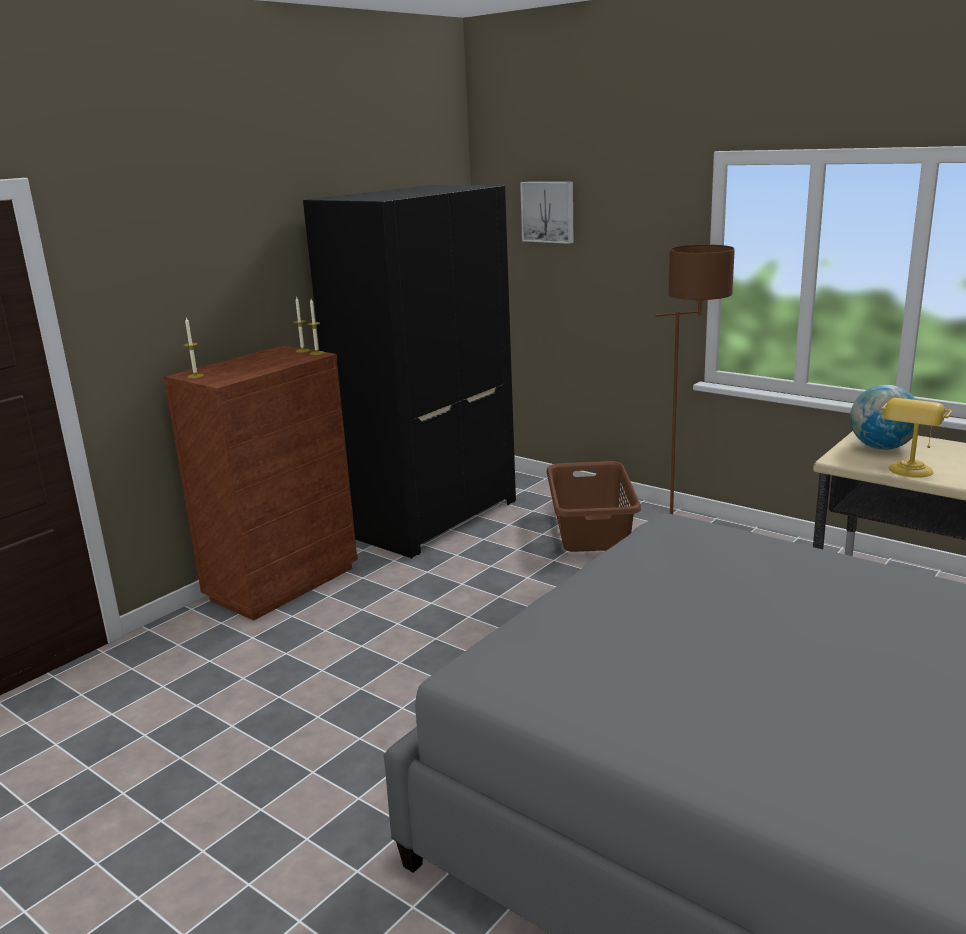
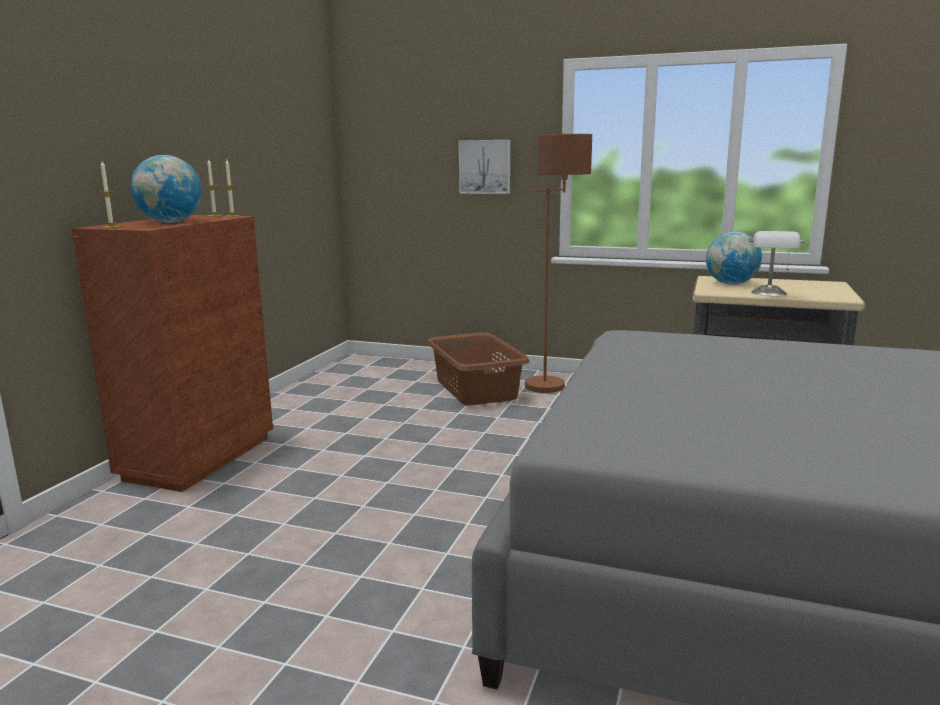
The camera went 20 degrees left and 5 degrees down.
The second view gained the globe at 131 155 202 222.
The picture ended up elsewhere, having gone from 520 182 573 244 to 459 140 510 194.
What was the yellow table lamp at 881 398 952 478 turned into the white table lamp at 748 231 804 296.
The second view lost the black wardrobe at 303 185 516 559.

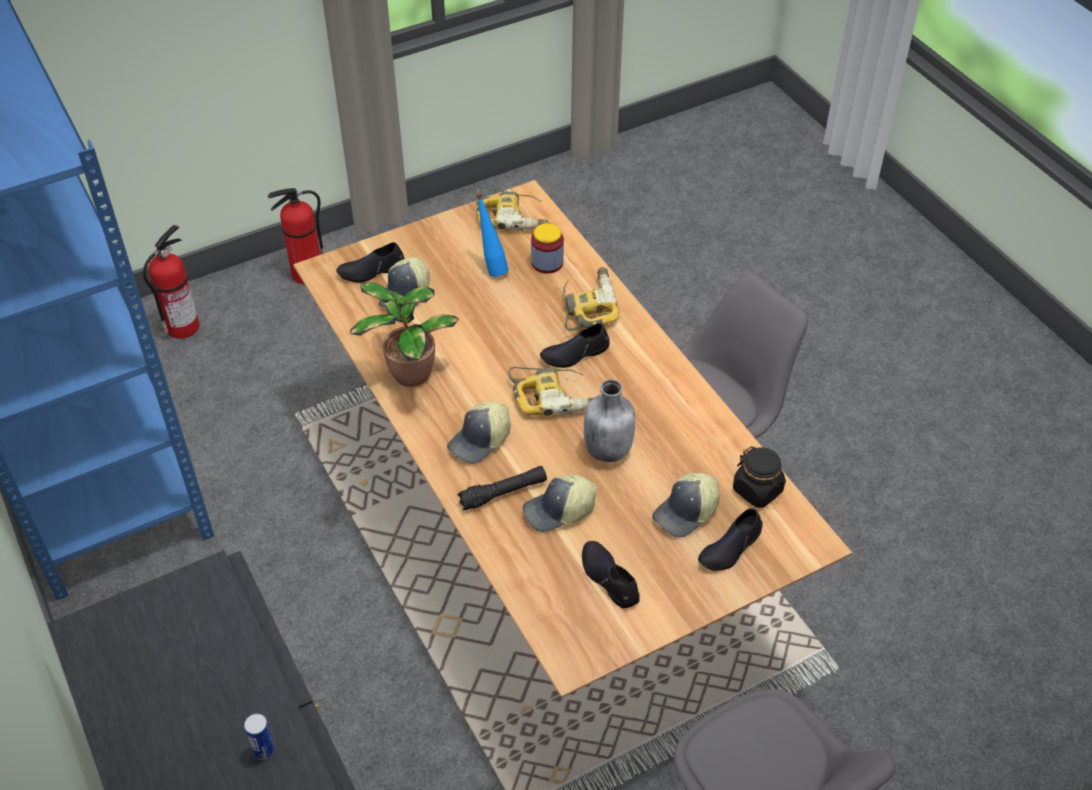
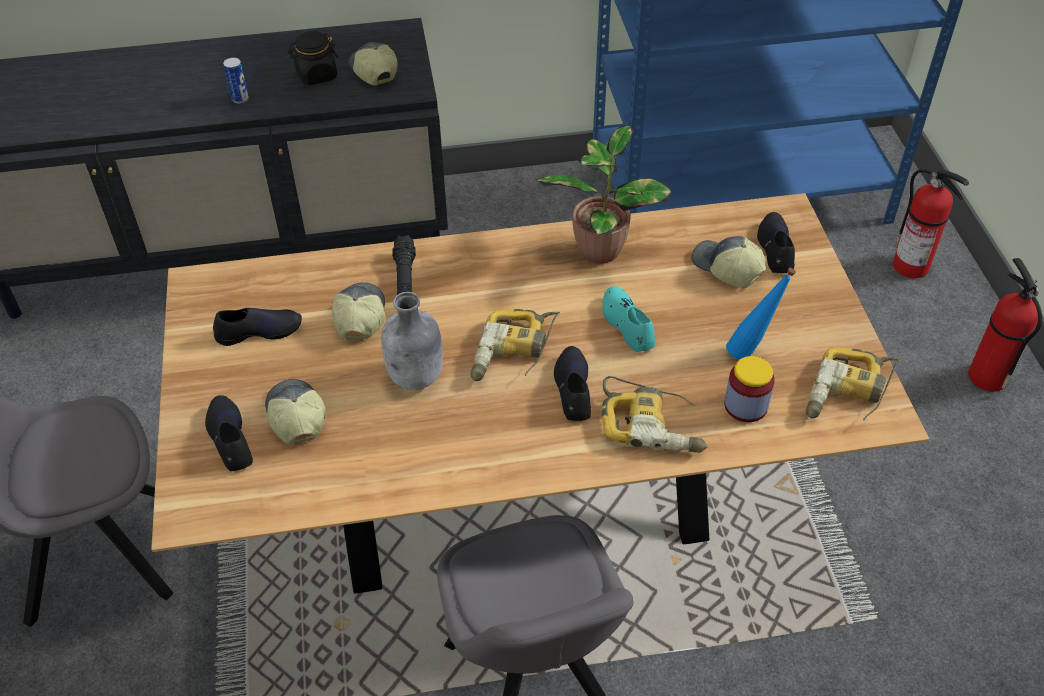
The camera went 110 degrees right and 0 degrees up.
The black jar ended up elsewhere, having gone from 733 446 786 508 to 288 31 338 85.
The cap ended up elsewhere, having gone from 447 402 511 464 to 349 42 398 85.
The second view gained the turquoise shoe at 602 286 656 352.

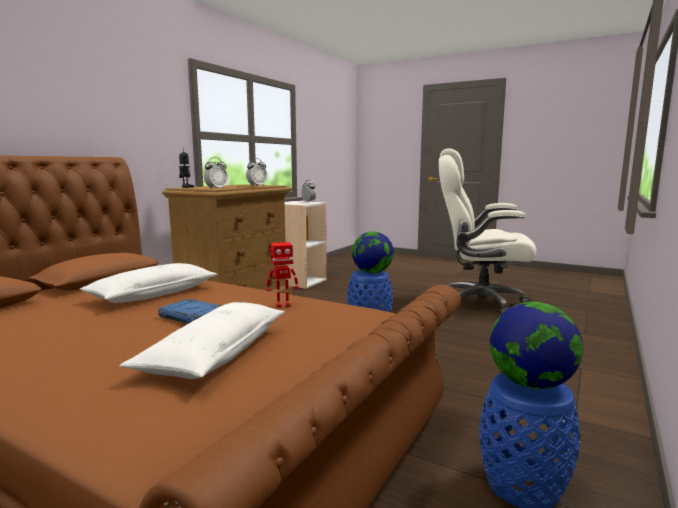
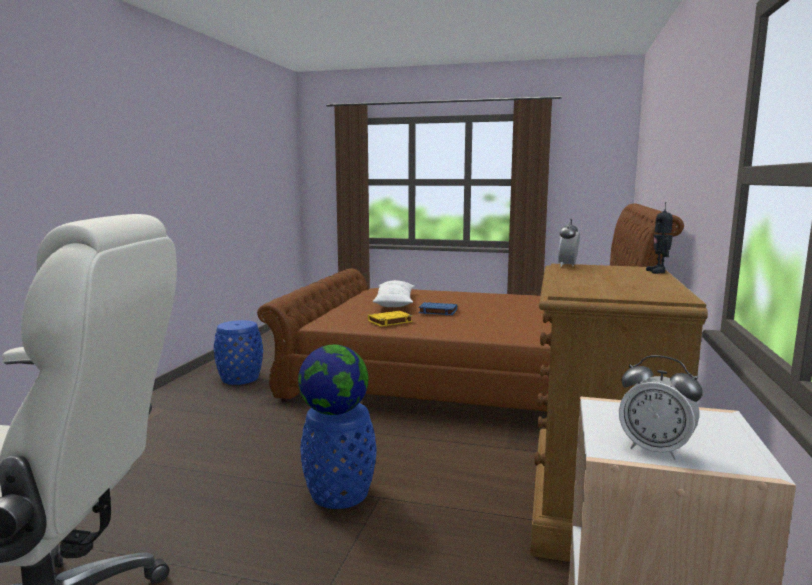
The camera went 165 degrees right and 0 degrees up.
Where the toy robot stood at 266 242 300 308, the yellow book came to stand at 368 311 413 327.
The second view lost the white pillow at 80 263 218 303.
The second view lost the alarm clock at 246 158 267 187.
The second view lost the globe at 490 302 583 389.

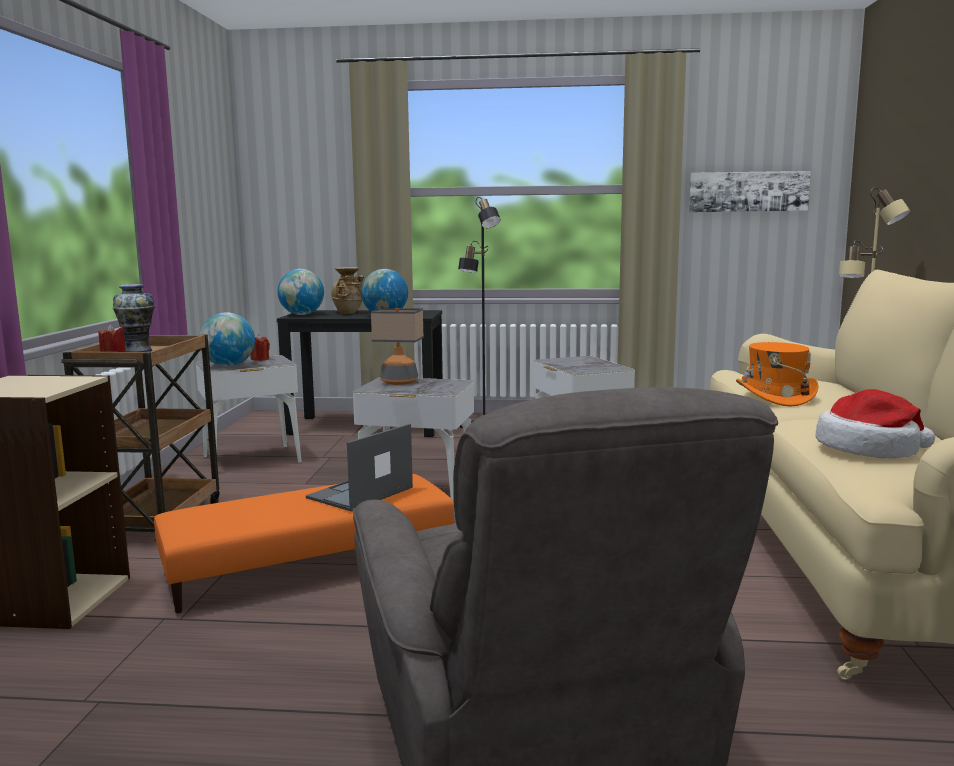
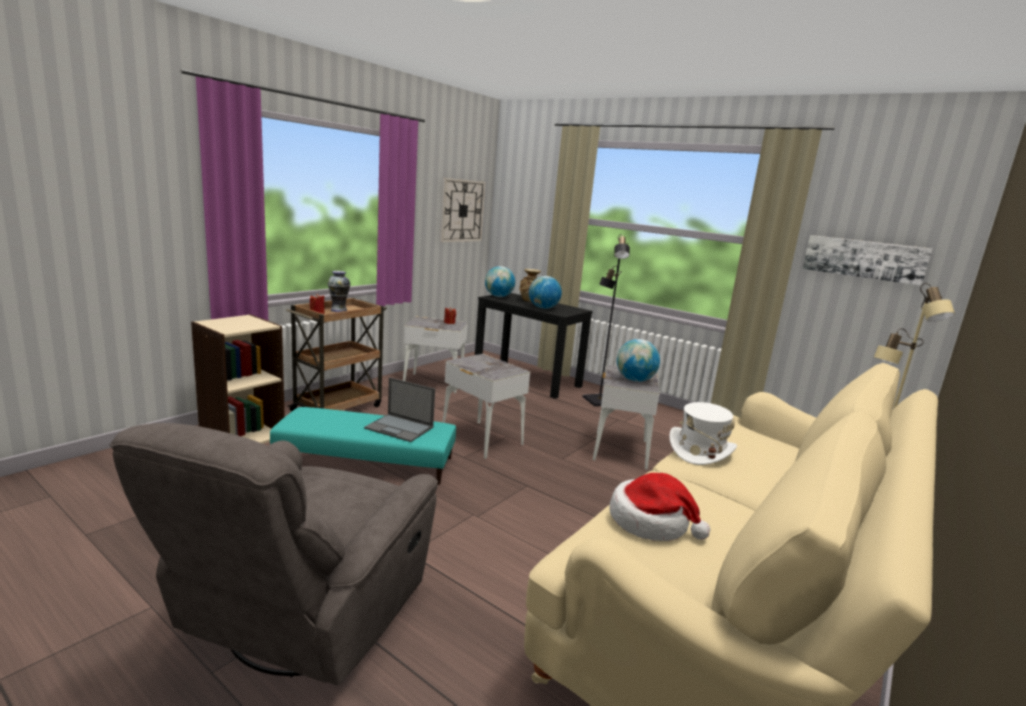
The camera went 30 degrees right and 5 degrees up.
What was the orange ottoman at 154 474 454 613 turned into the turquoise ottoman at 270 407 456 485.
The laptop at 306 424 413 512 ended up facing another way, 135 degrees counterclockwise from before.
The second view gained the wall clock at 440 178 486 242.
The globe ended up elsewhere, having gone from 199 312 255 367 to 617 339 660 382.
What was the orange hat at 736 342 819 406 turned into the white hat at 669 402 737 465.
The second view lost the table lamp at 371 308 424 385.

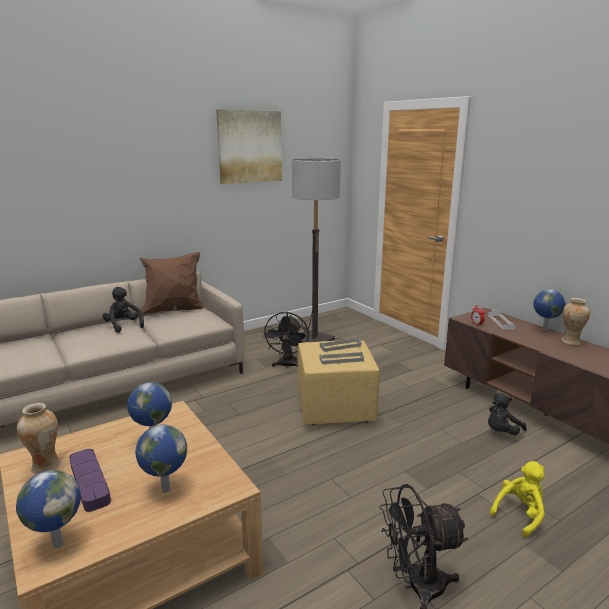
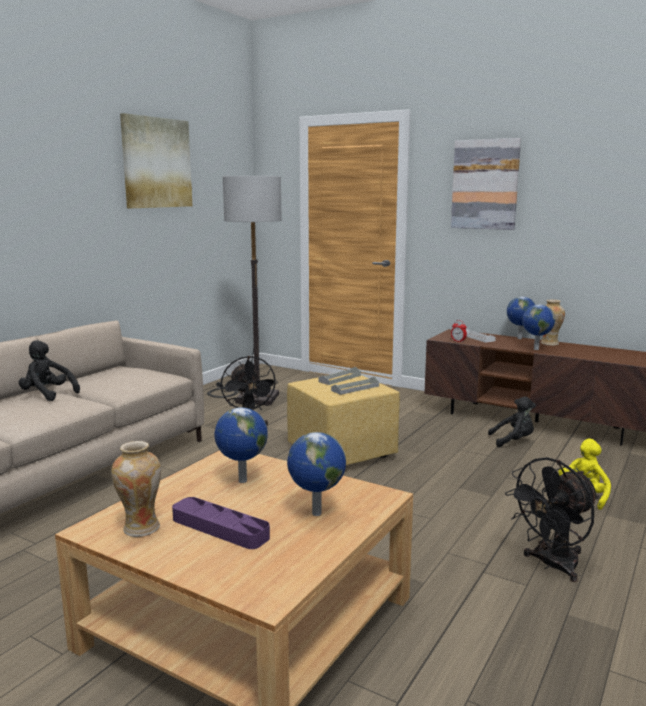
The camera went 25 degrees left and 5 degrees down.
The second view gained the picture at 451 138 521 230.
The black plush toy at 488 393 527 435 ended up facing another way, 120 degrees counterclockwise from before.
The globe ended up elsewhere, having gone from 16 470 81 548 to 522 304 555 350.
The second view lost the brown pillow at 140 252 203 315.

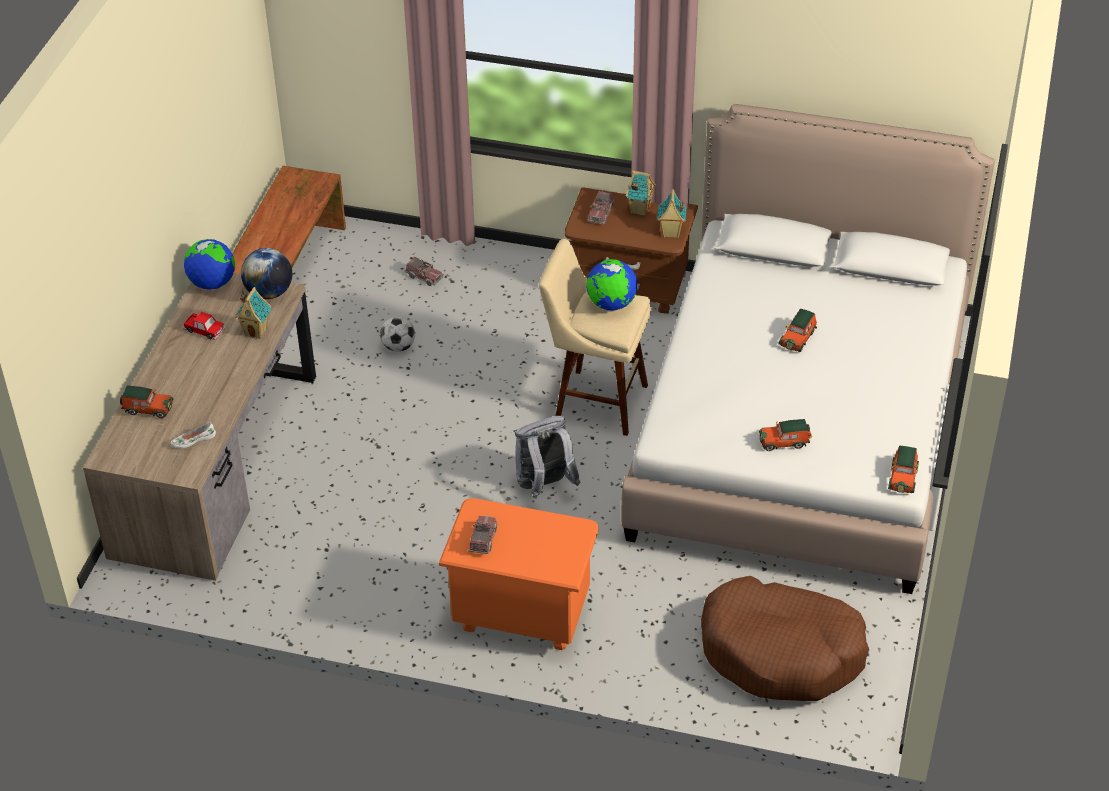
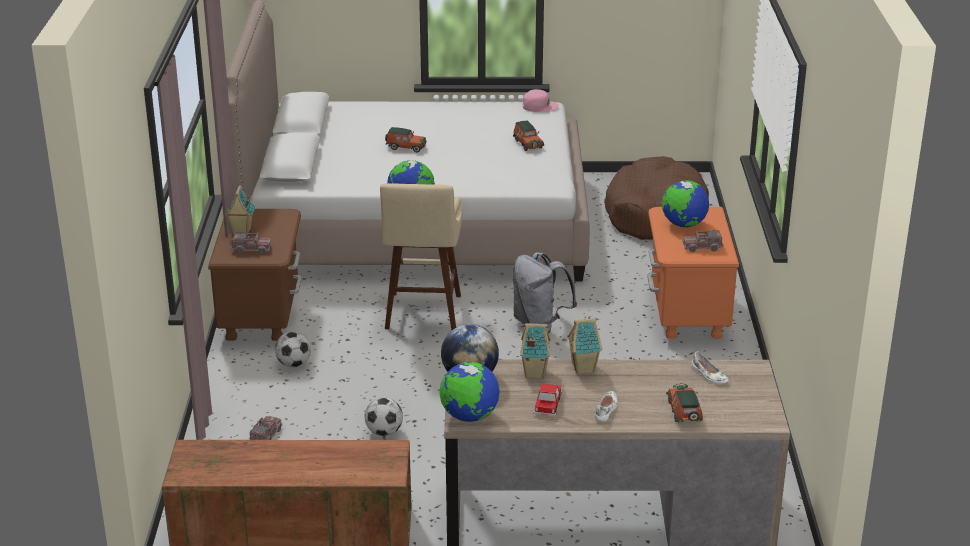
The camera went 105 degrees left and 15 degrees down.
The second view gained the football at 275 331 311 367.
Where the toy car stood at 888 446 919 493, the pink cap came to stand at 523 89 559 112.
The toy house ended up elsewhere, having gone from 657 189 686 238 to 567 317 602 374.
The second view gained the white shoe at 595 391 617 422.
The second view gained the globe at 662 180 709 227.

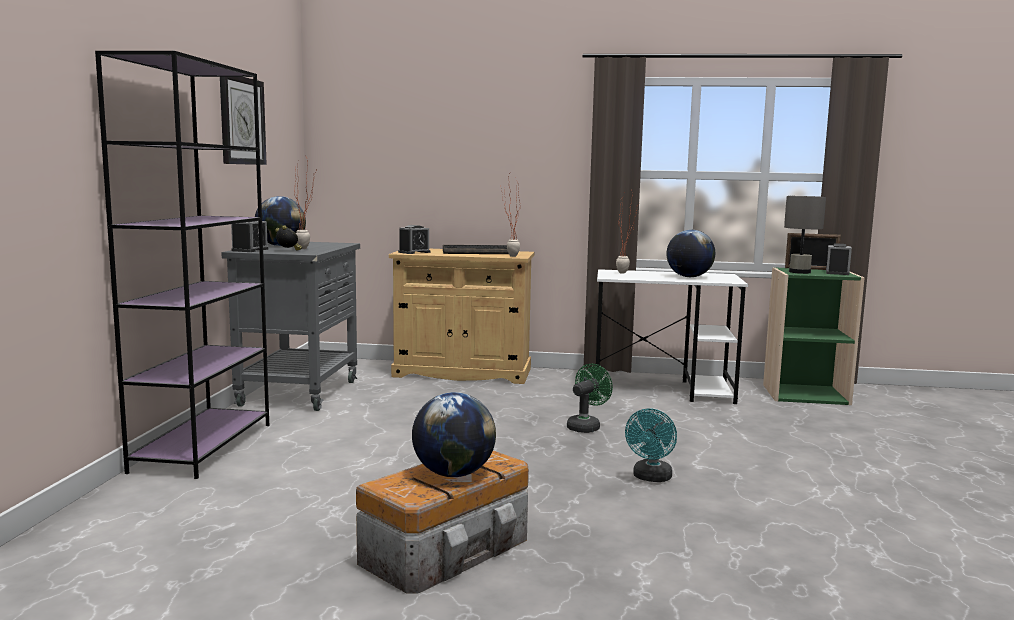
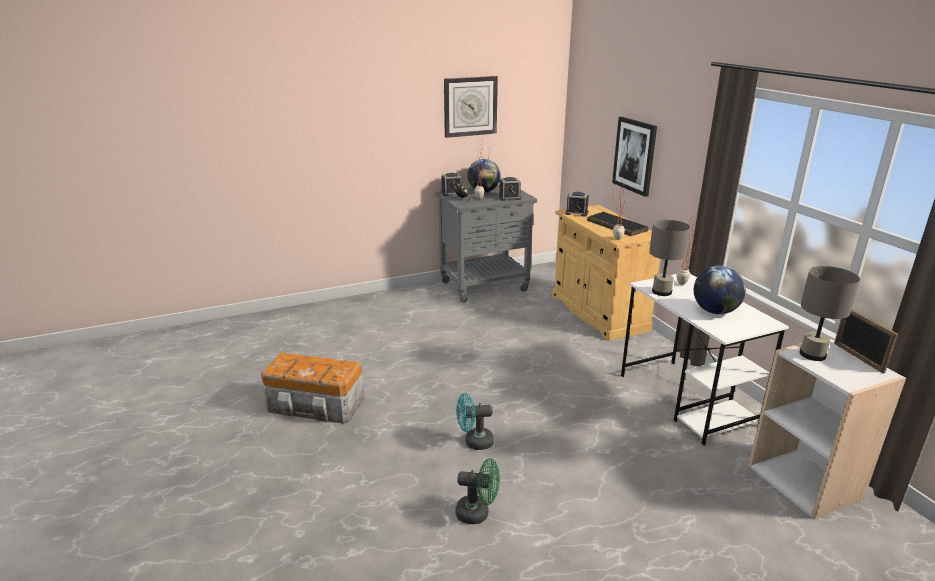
The camera went 60 degrees right and 15 degrees up.
The green fan ended up elsewhere, having gone from 567 364 613 433 to 456 458 500 524.
The alarm clock ended up elsewhere, having gone from 826 243 852 275 to 498 177 521 201.
The second view gained the picture at 612 117 657 197.
The second view gained the grey table lamp at 649 220 690 296.
What was the green bookcase at 763 267 865 405 turned into the white bookcase at 748 338 906 519.
The second view lost the purple bookcase at 95 51 269 479.
The second view lost the globe at 412 392 496 477.

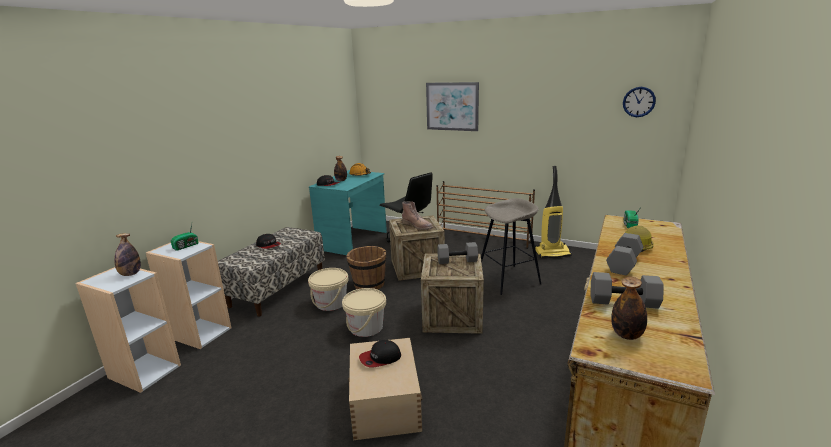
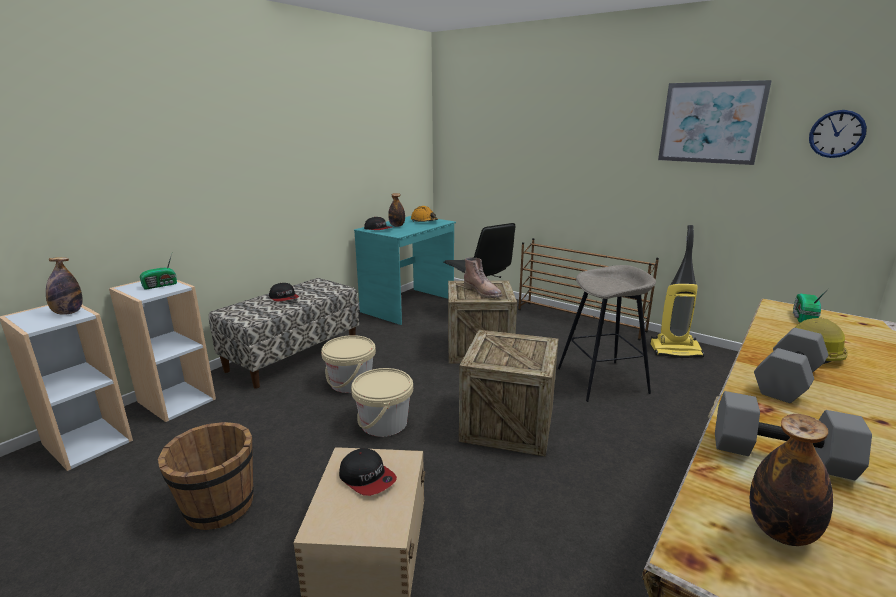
The camera went 10 degrees right and 0 degrees up.
The brown bucket ended up elsewhere, having gone from 346 246 386 290 to 158 422 254 530.
The cap at 359 340 401 368 ended up facing another way, 120 degrees counterclockwise from before.
The picture ended up elsewhere, having gone from 426 82 479 131 to 658 80 772 165.
The second view lost the grey dumbbell at 437 242 478 264.

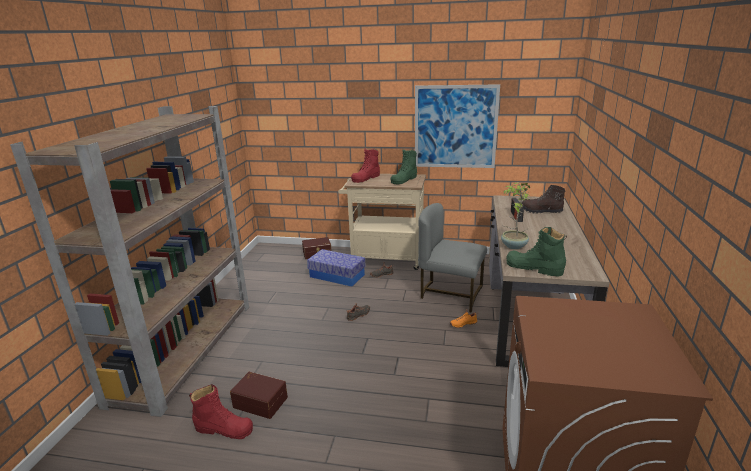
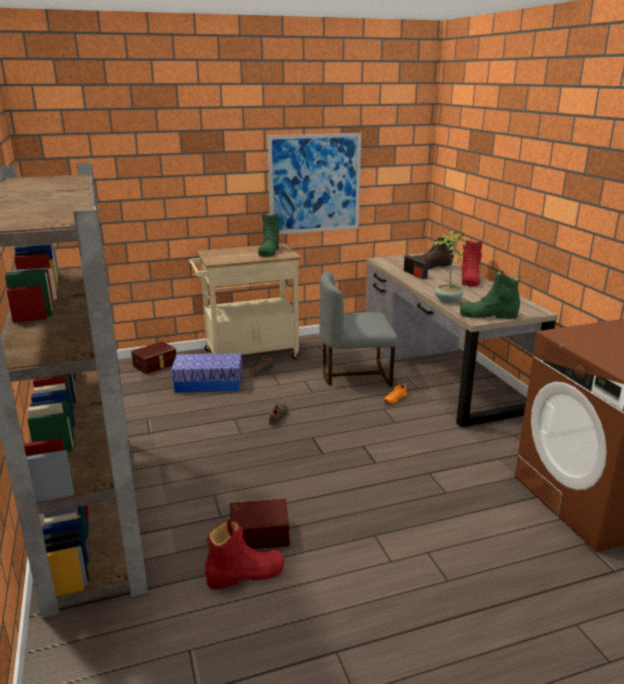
The camera went 30 degrees left and 0 degrees up.
The red boot ended up elsewhere, having gone from 351 148 380 183 to 461 240 482 286.

